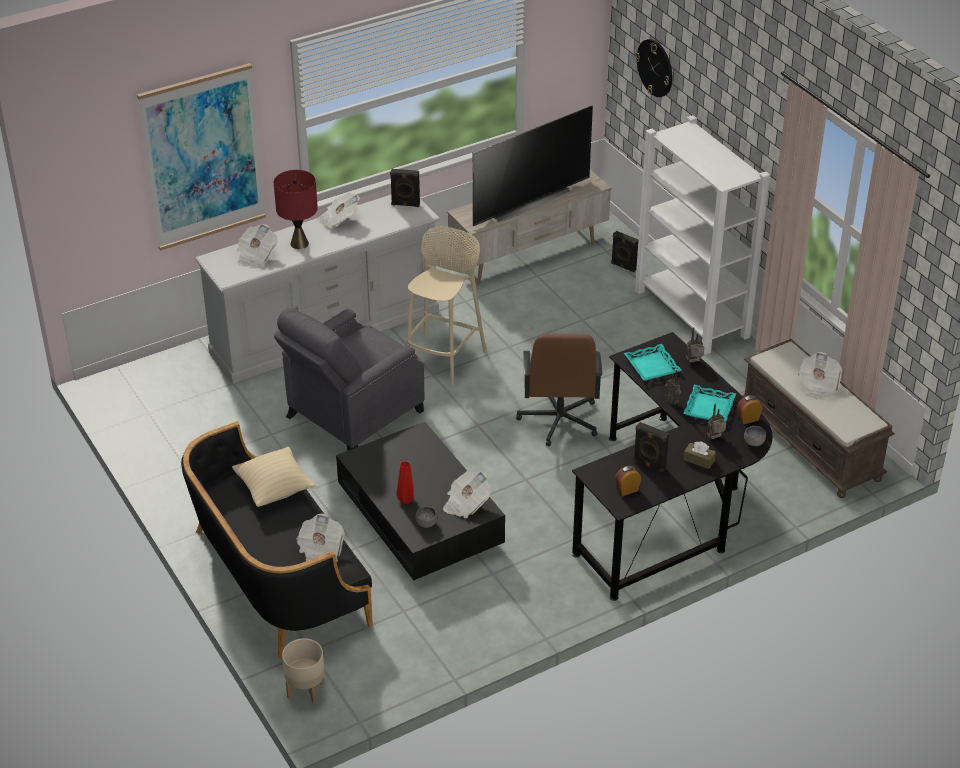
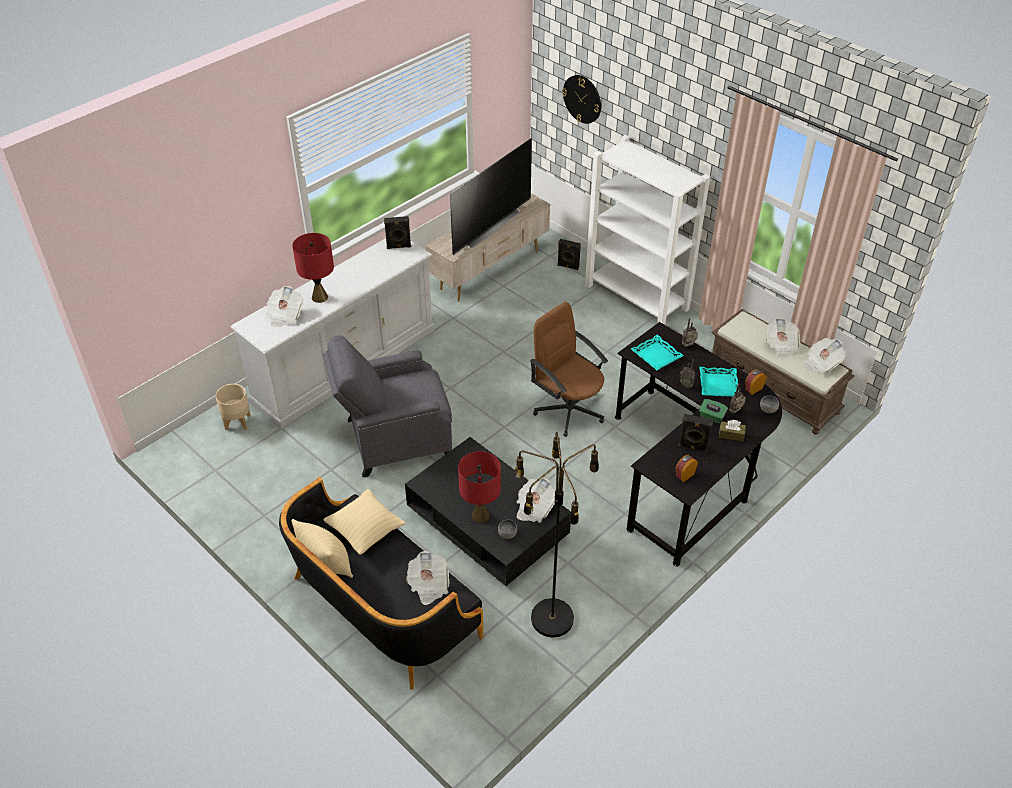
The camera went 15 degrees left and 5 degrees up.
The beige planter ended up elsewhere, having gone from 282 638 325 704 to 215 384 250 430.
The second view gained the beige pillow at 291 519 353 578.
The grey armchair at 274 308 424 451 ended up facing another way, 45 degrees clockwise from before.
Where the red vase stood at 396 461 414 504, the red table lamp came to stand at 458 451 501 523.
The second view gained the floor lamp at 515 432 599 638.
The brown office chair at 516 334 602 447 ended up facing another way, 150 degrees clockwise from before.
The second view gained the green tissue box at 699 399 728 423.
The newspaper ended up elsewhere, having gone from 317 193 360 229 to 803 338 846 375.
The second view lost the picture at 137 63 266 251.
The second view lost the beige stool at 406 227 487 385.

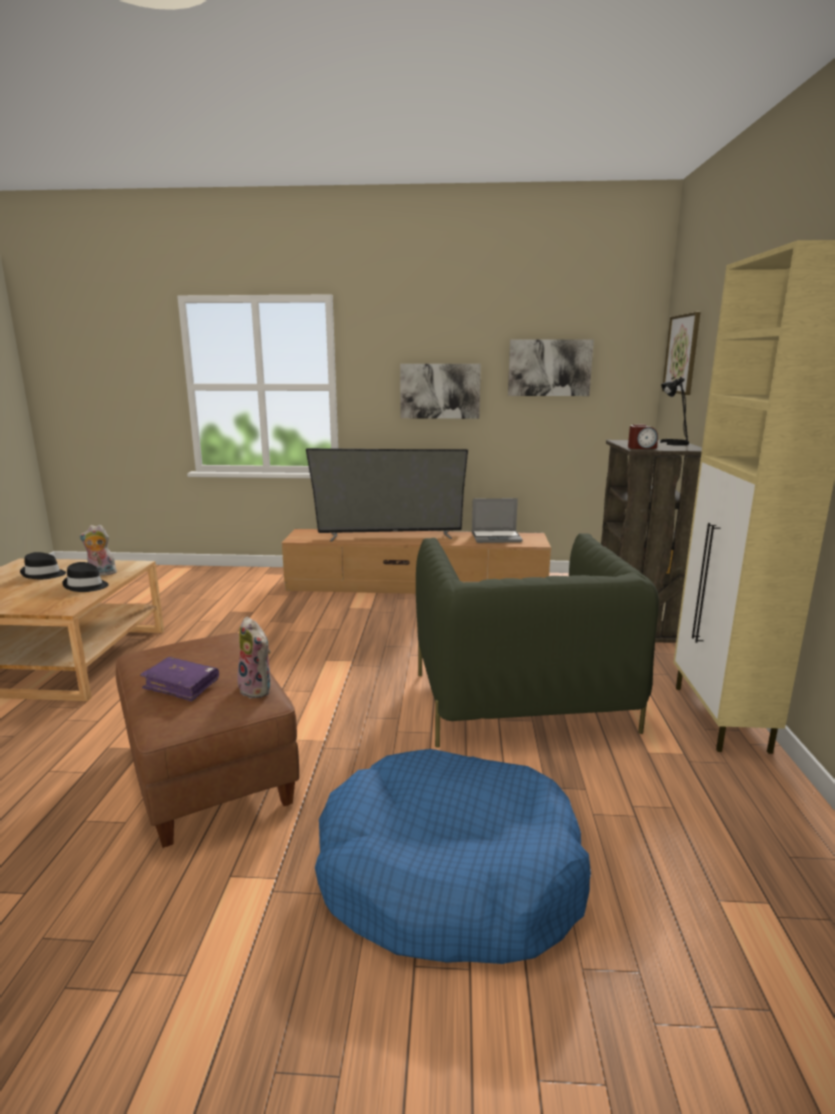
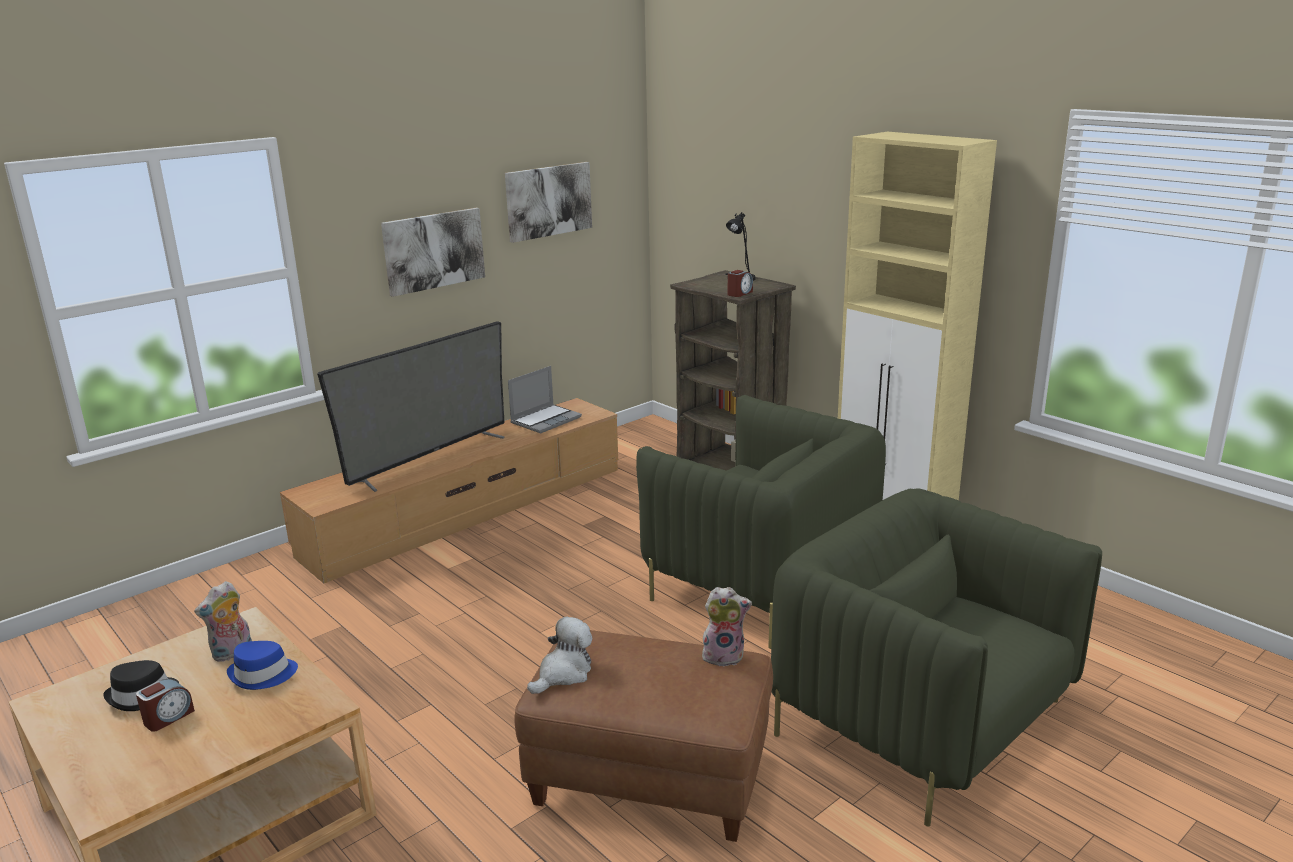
The camera went 45 degrees left and 5 degrees up.
The second view gained the alarm clock at 136 679 195 732.
What was the black hat at 62 562 108 592 turned into the blue hat at 227 641 298 690.
The second view gained the plush toy at 527 616 592 694.
Where the blue dog bed stood at 315 749 591 964, the green armchair came to stand at 771 488 1102 826.
The second view lost the purple book at 140 657 219 702.
The second view lost the picture at 662 312 700 395.

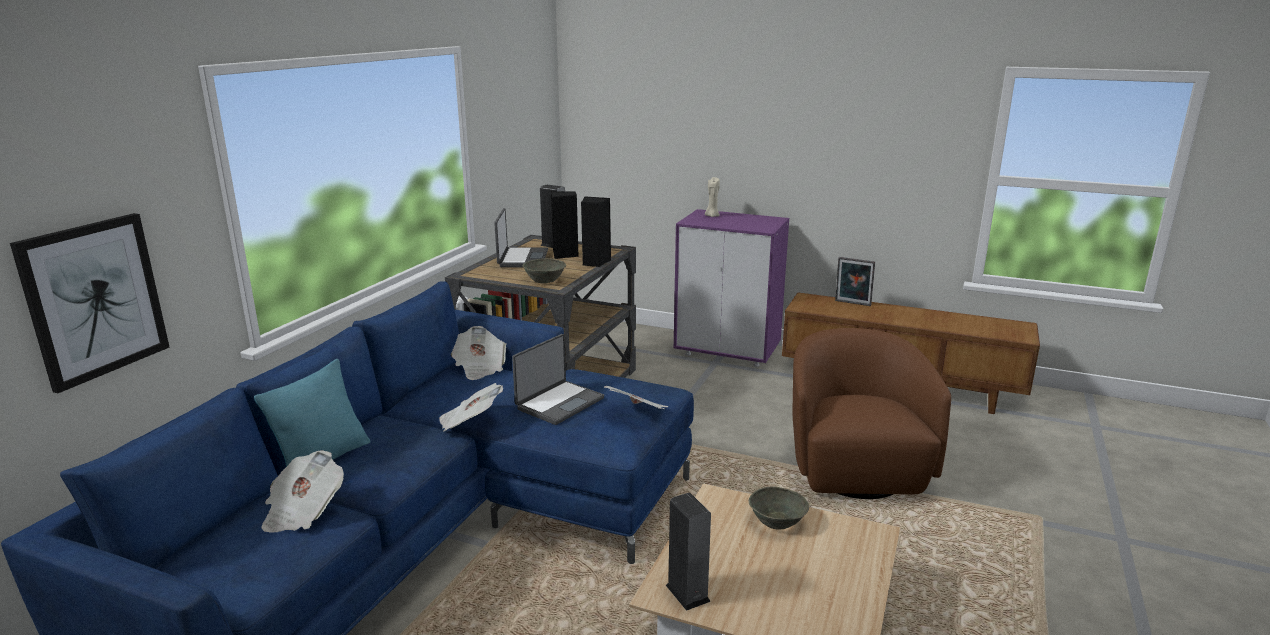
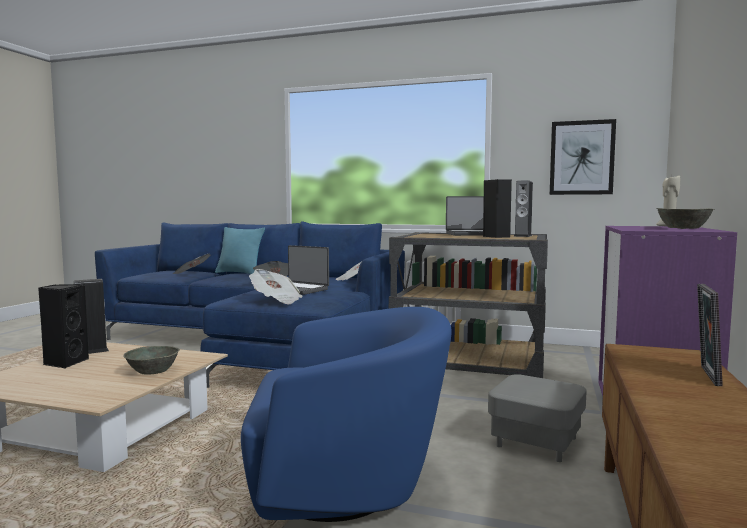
The camera went 85 degrees right and 15 degrees down.
The black speaker ended up elsewhere, having gone from 581 196 611 267 to 38 284 89 368.
What was the brown armchair at 793 328 951 499 turned into the blue armchair at 241 307 452 522.
The second view gained the grey ottoman at 488 374 587 462.
The picture ended up elsewhere, having gone from 10 213 169 393 to 550 119 616 195.
The grey bowl ended up elsewhere, having gone from 522 258 566 283 to 656 208 715 229.

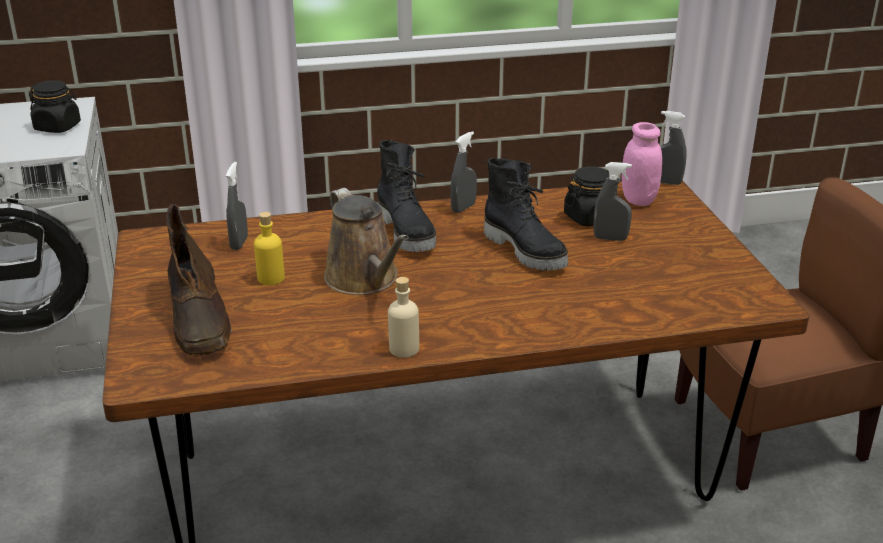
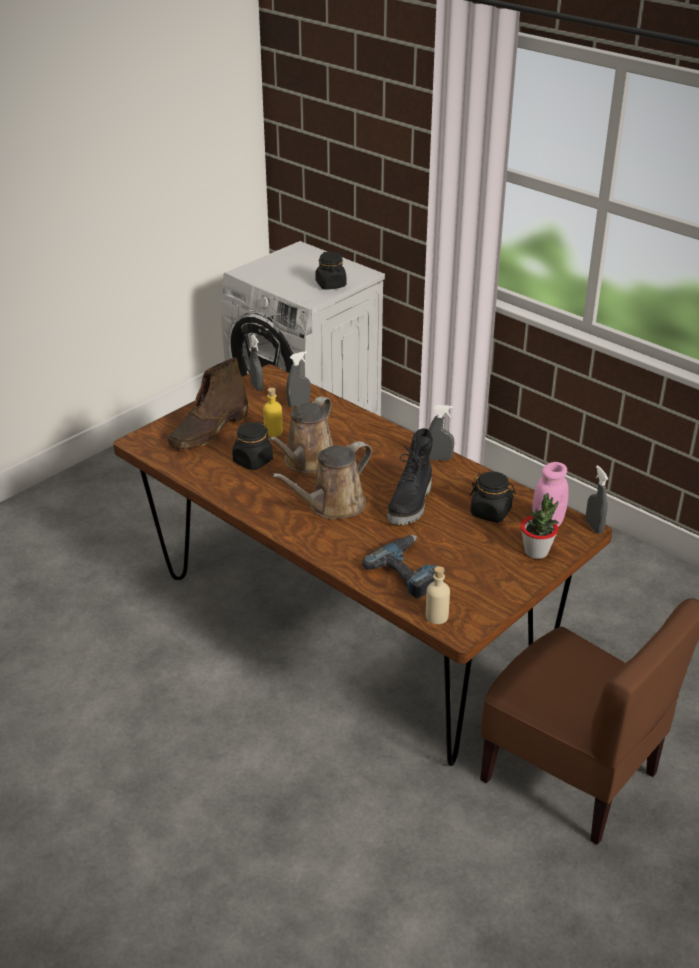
The camera went 55 degrees right and 5 degrees up.
The second view gained the black jar at 232 422 273 470.
The grey spray bottle ended up elsewhere, having gone from 593 162 632 241 to 249 335 263 391.
The second view gained the brown watering can at 271 441 372 519.
The second view gained the power drill at 362 535 445 599.
The beige bottle ended up elsewhere, having gone from 388 277 419 357 to 426 566 450 624.
The second view gained the potted plant at 521 493 559 559.
The second view lost the black boot at 377 140 436 252.

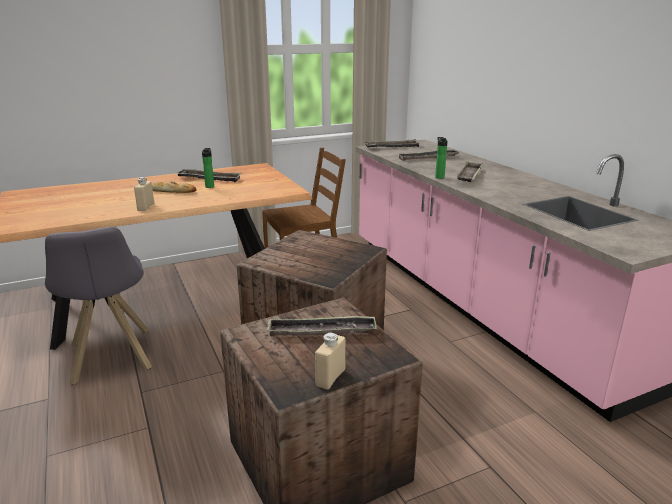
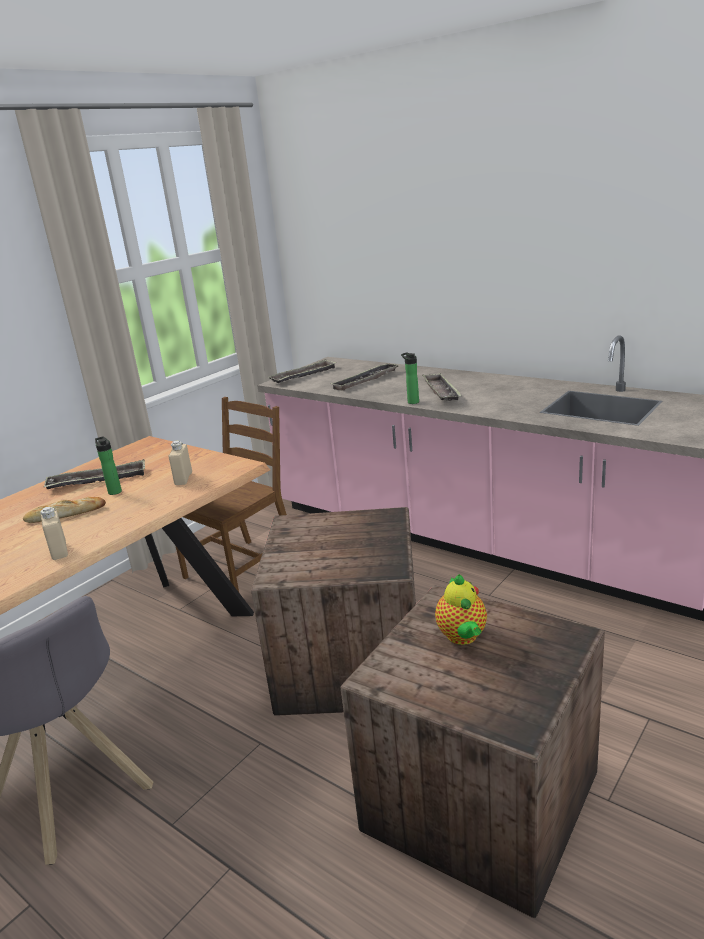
The camera went 25 degrees left and 0 degrees up.
The beige bottle ended up elsewhere, having gone from 315 333 346 390 to 169 441 192 485.
Where the tray stood at 266 316 377 336, the teapot came to stand at 435 574 487 645.

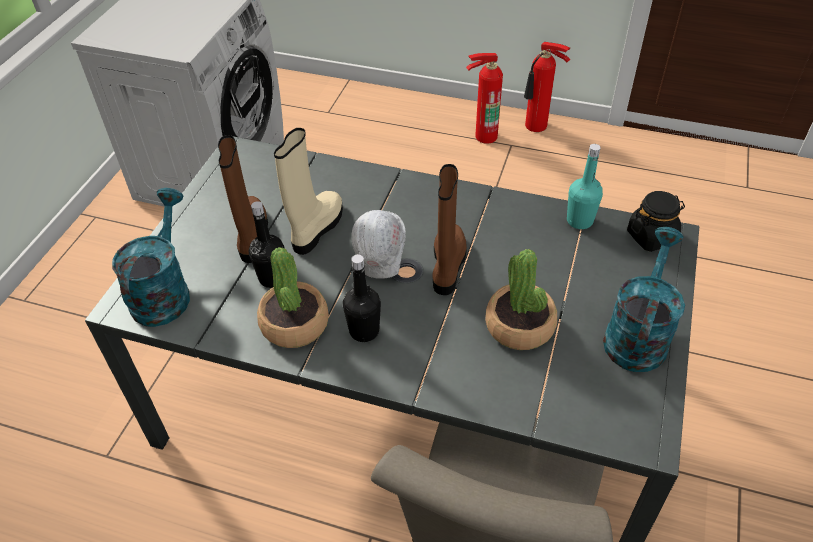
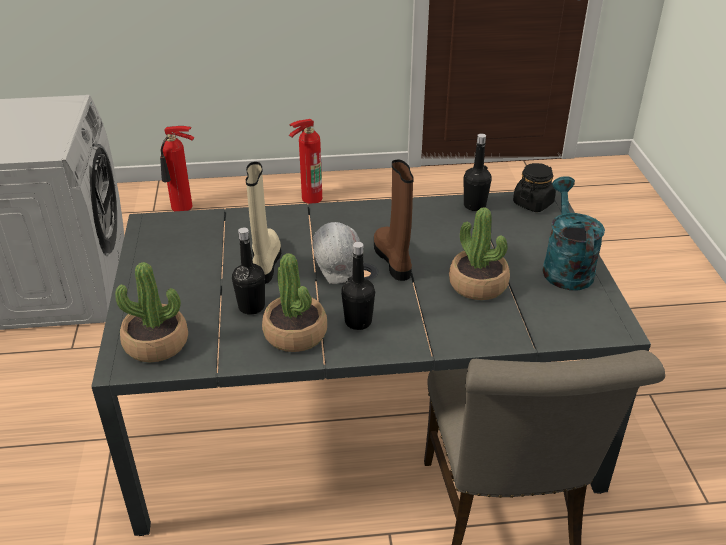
The camera went 25 degrees left and 10 degrees down.
Where the turquoise watering can stood at 112 188 190 327, the potted plant came to stand at 115 262 188 362.
The fire extinguisher ended up elsewhere, having gone from 524 42 570 132 to 160 126 194 211.
What was the turquoise bottle at 567 144 603 229 turned into the black bottle at 464 134 492 211.
The second view lost the brown boot at 218 135 268 263.

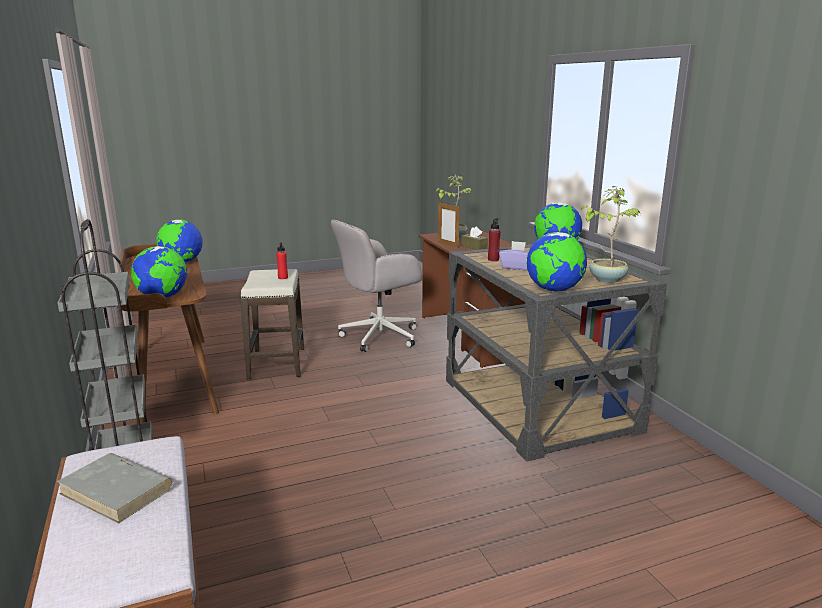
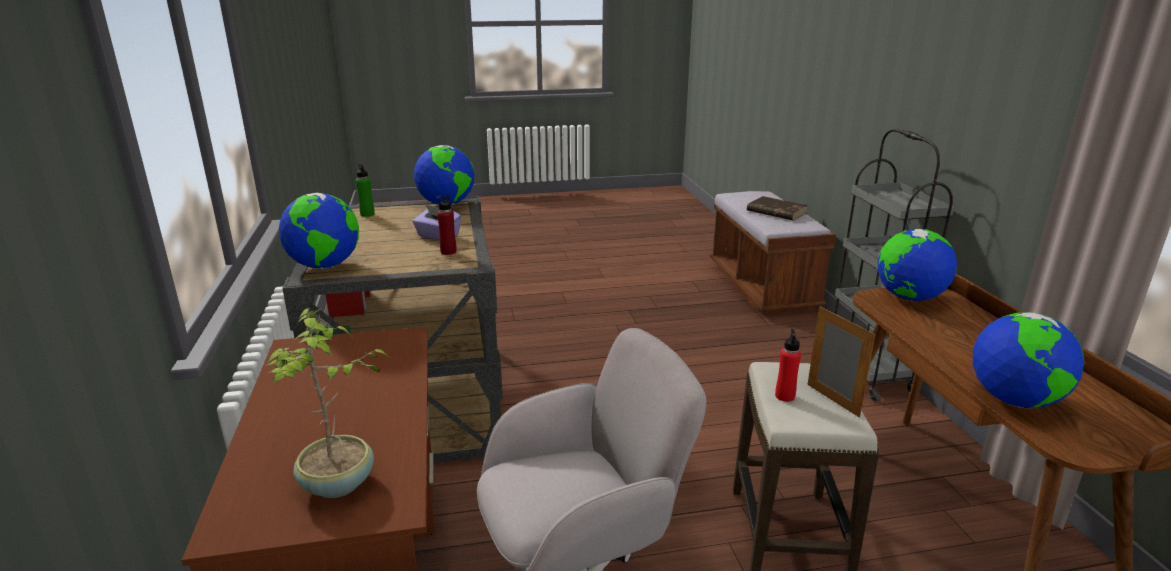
The camera went 170 degrees left and 5 degrees up.
Where the potted plant stood at 581 186 640 283, the green bottle came to stand at 356 163 375 217.
What was the grey book at 57 453 173 524 turned into the brown book at 747 196 808 221.
The picture frame ended up elsewhere, having gone from 438 203 460 248 to 808 306 876 417.
The second view lost the brown tissue box at 461 226 488 250.

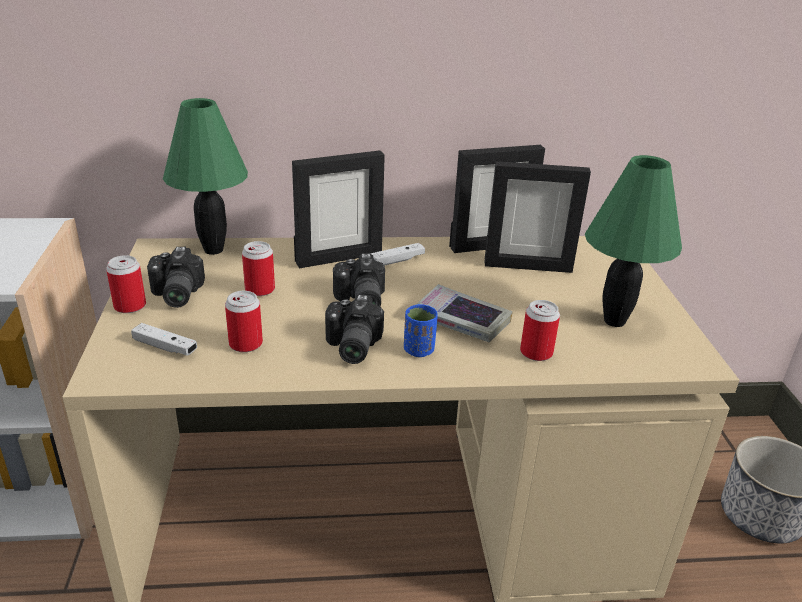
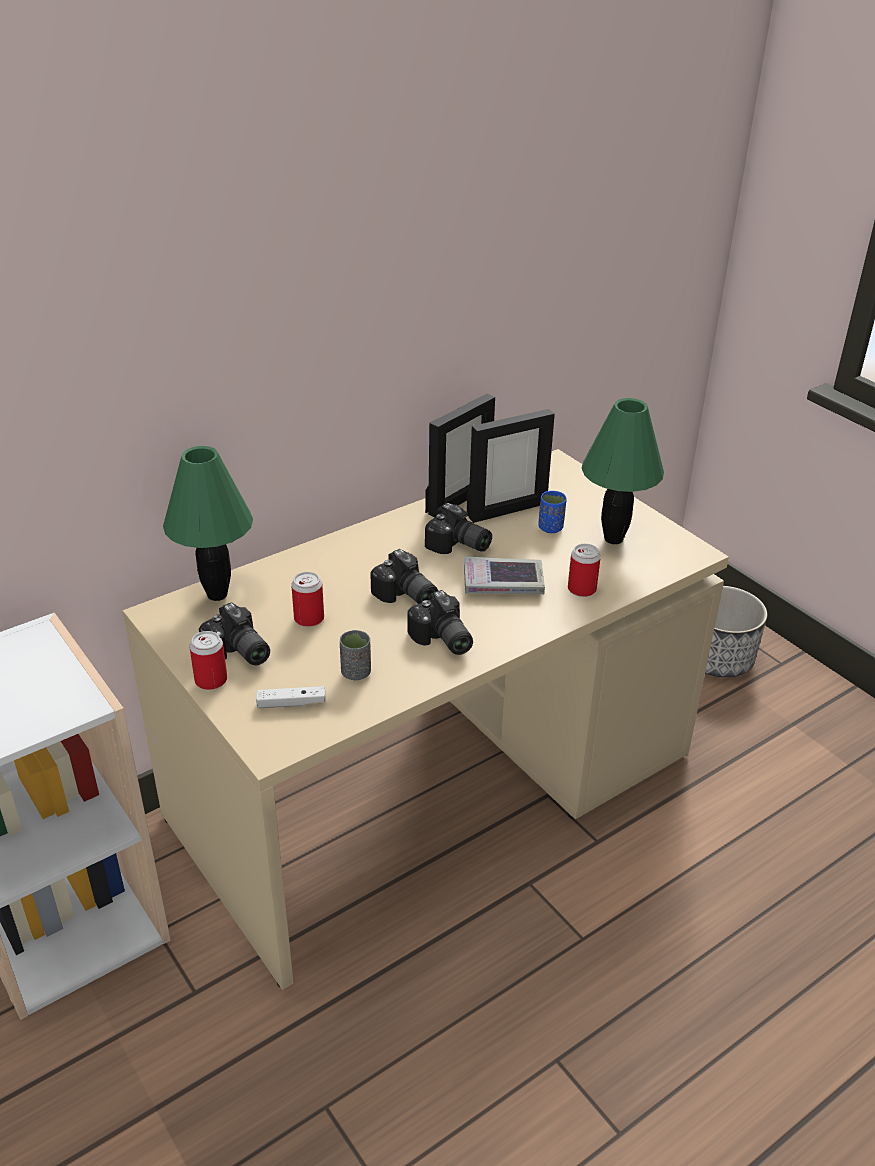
The camera went 30 degrees left and 5 degrees up.
Where the can stood at 225 291 263 352, the grey cup came to stand at 340 630 371 680.
The second view gained the photo camera at 425 503 492 554.
The blue cup ended up elsewhere, having gone from 404 304 438 357 to 538 491 567 533.
The second view lost the picture frame at 292 150 385 268.
The second view lost the white game controller at 371 243 425 266.

